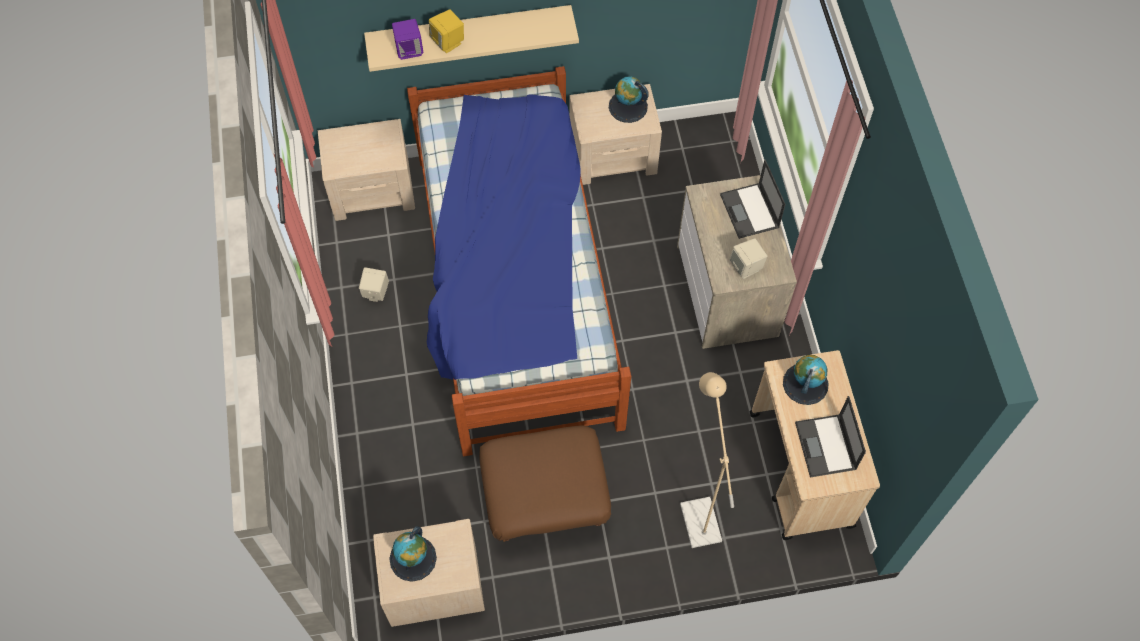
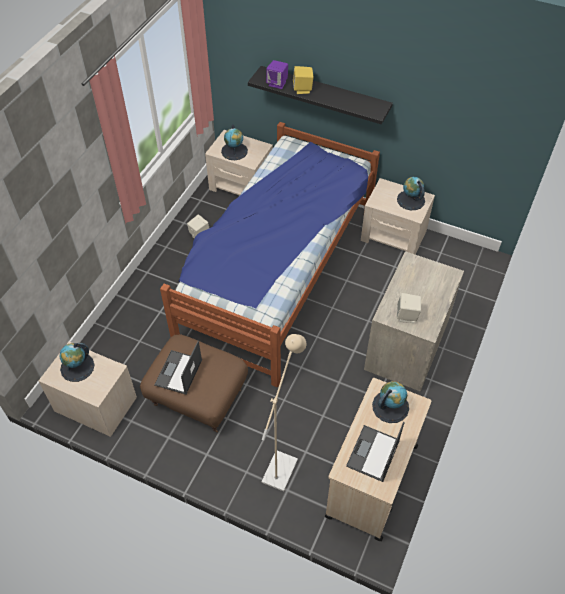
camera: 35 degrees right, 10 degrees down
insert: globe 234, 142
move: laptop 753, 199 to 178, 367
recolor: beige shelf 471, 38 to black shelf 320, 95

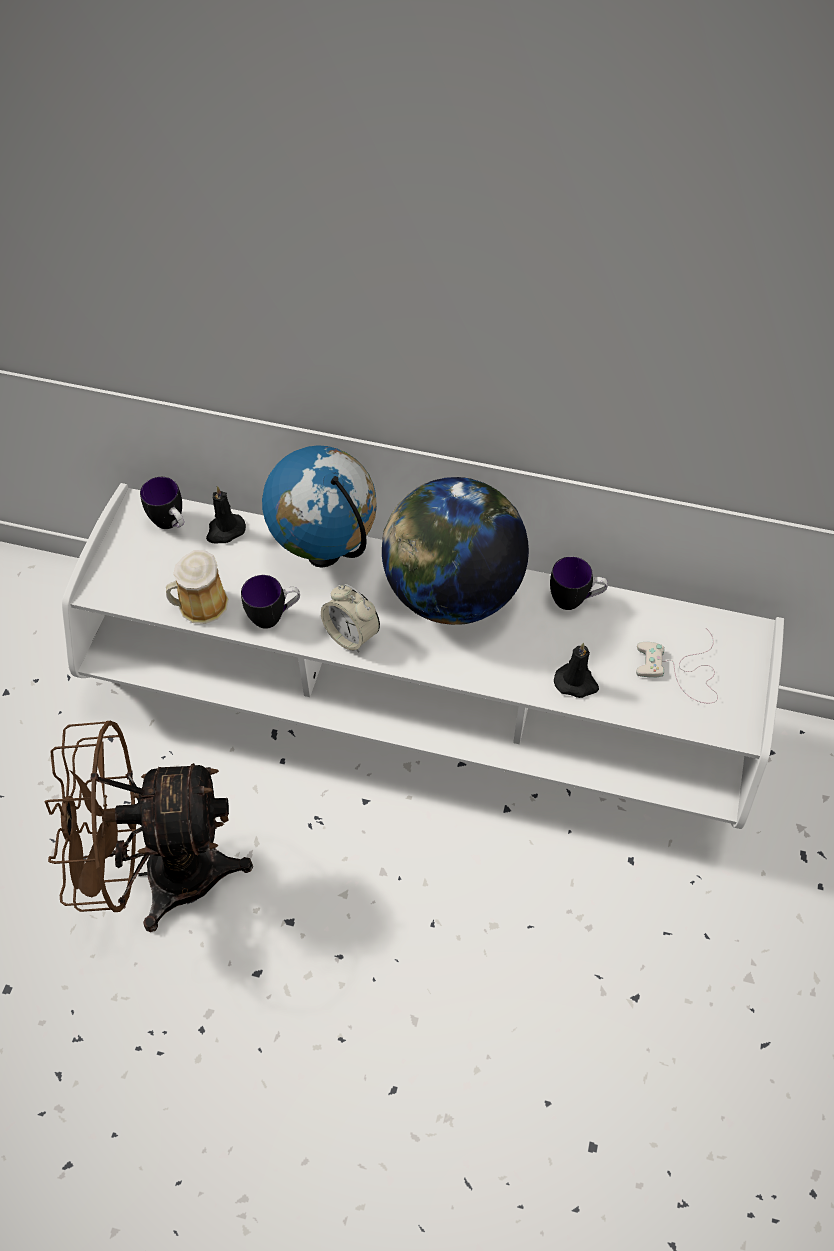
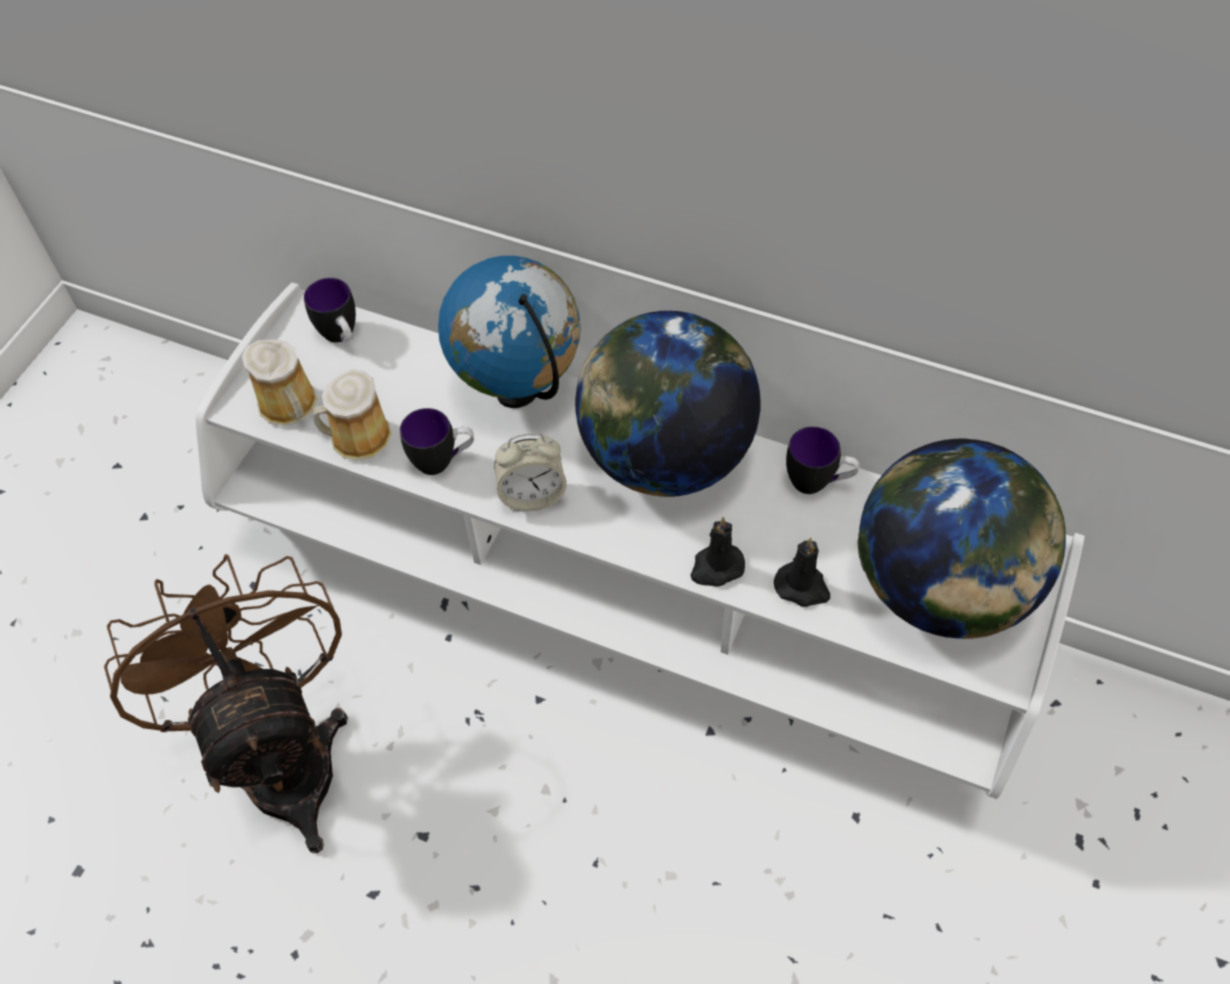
camera: 10 degrees right, 0 degrees up
insert: mug 280, 382
move: black candle 226, 515 to 718, 552
replace: white game controller 677, 665 to globe 961, 538
rotate: brown fan 148, 826 = 226, 703 60 degrees clockwise; alarm clock 350, 618 = 530, 472 60 degrees counterclockwise

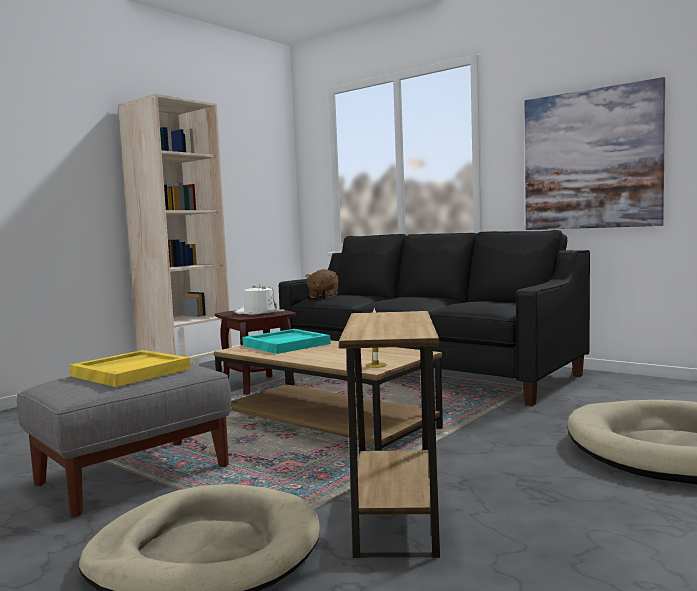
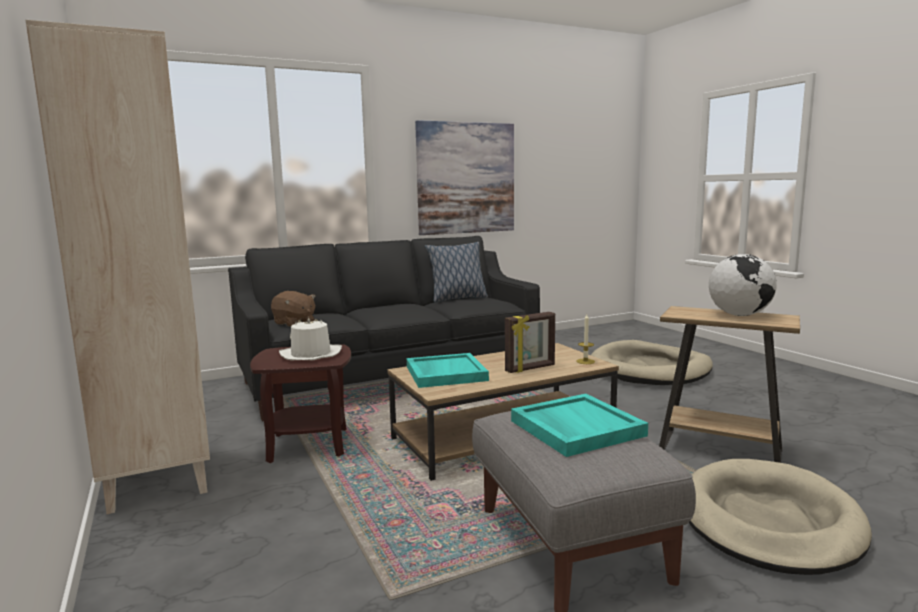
camera: 65 degrees left, 5 degrees up
insert: pillow 456, 272; picture frame 530, 342; globe 743, 285
recolor: yellow tray 130, 368 to turquoise tray 579, 425

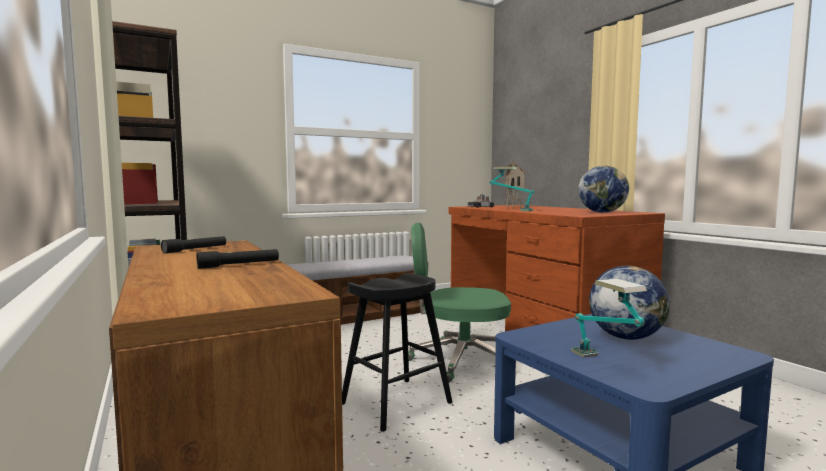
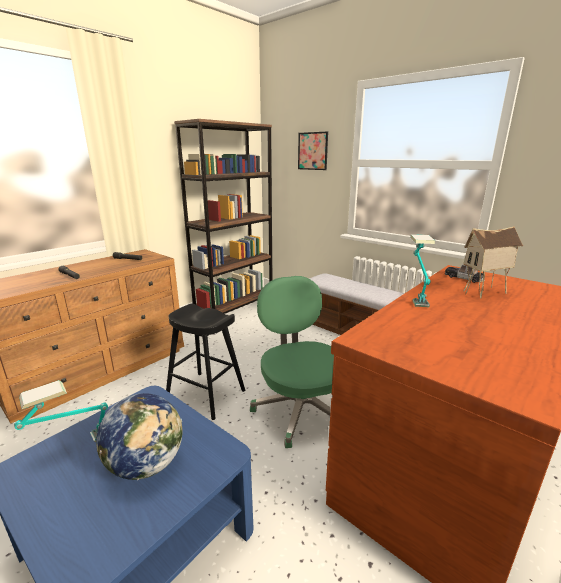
camera: 70 degrees right, 15 degrees up
delete: globe 603, 189
insert: picture 313, 151

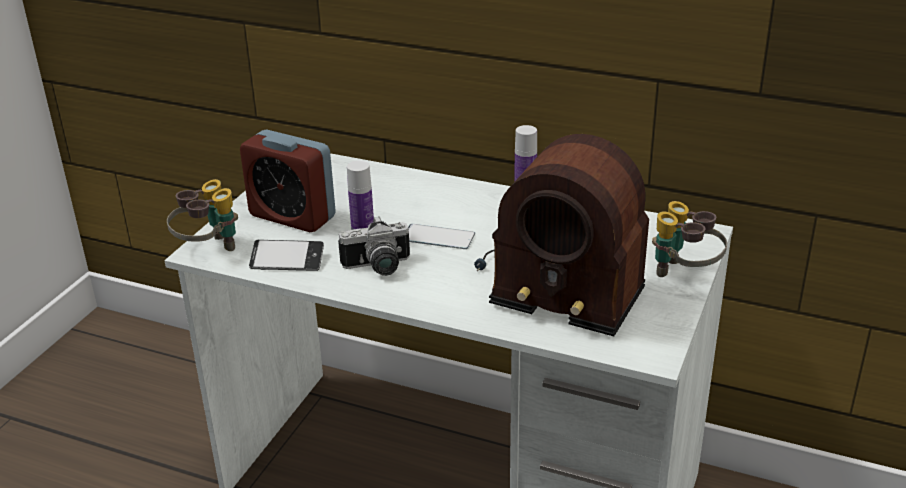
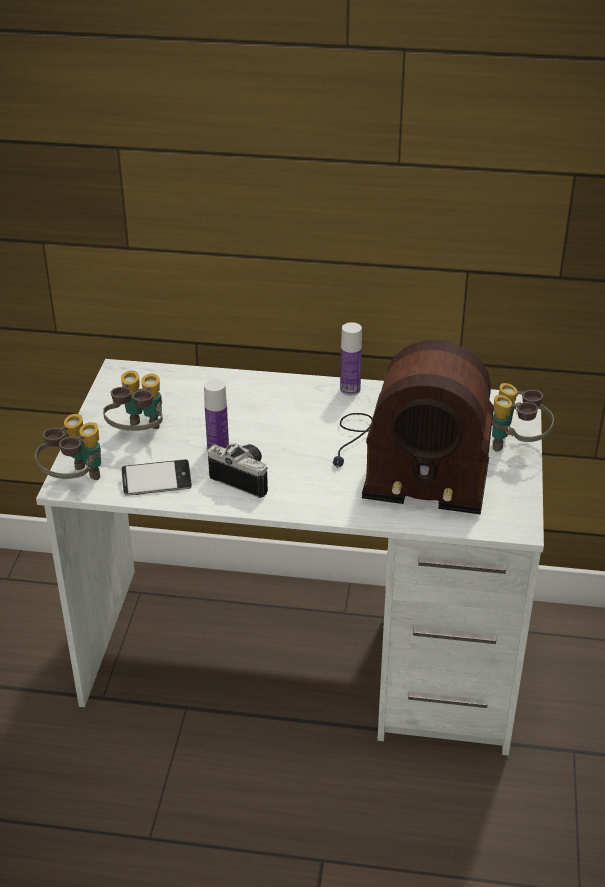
camera: 15 degrees left, 5 degrees up
delete: phone 441, 236
replace: alarm clock 288, 181 to binoculars 133, 401
rotate: photo camera 374, 246 = 238, 470 120 degrees counterclockwise

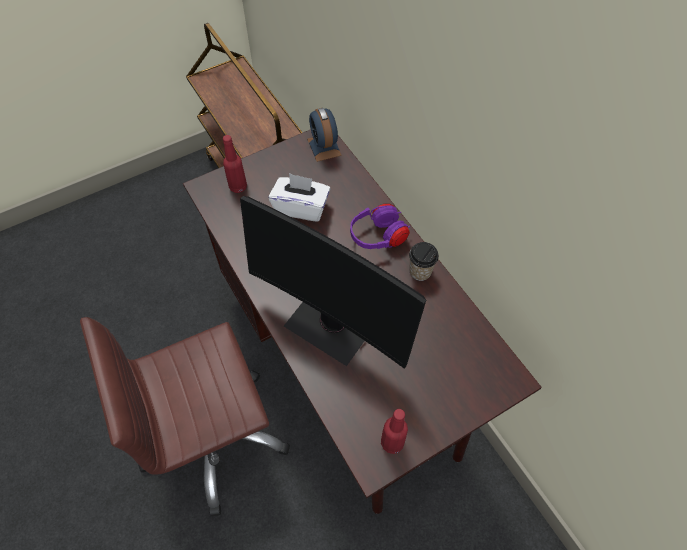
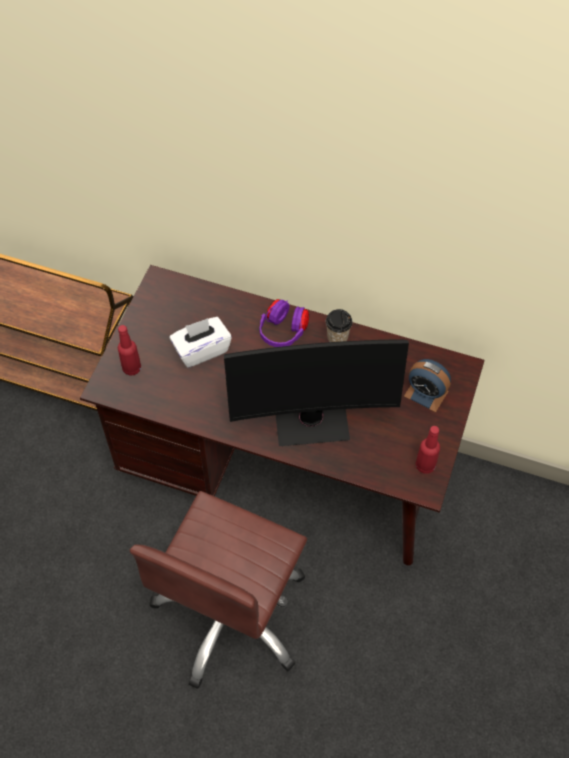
camera: 40 degrees left, 0 degrees up
move: alarm clock 324, 135 to 427, 385

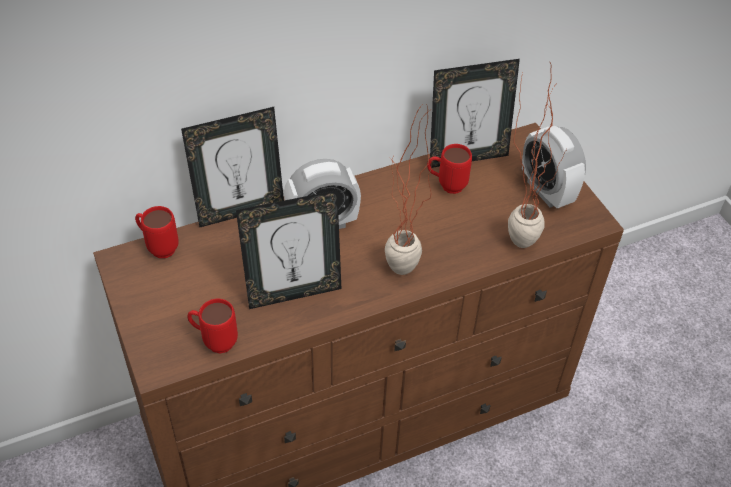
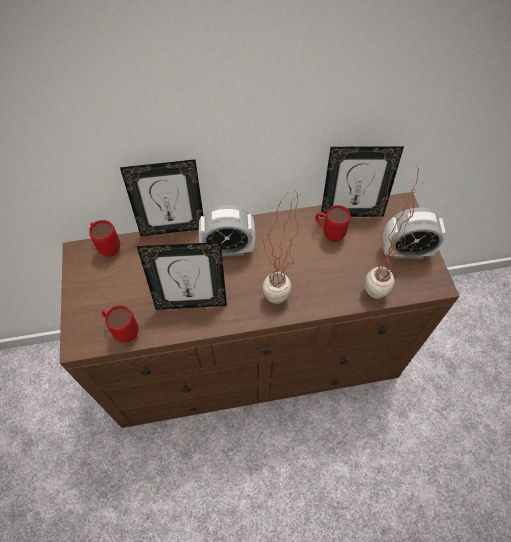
camera: 15 degrees right, 10 degrees up
rotate: alarm clock 554, 167 = 414, 233 75 degrees counterclockwise

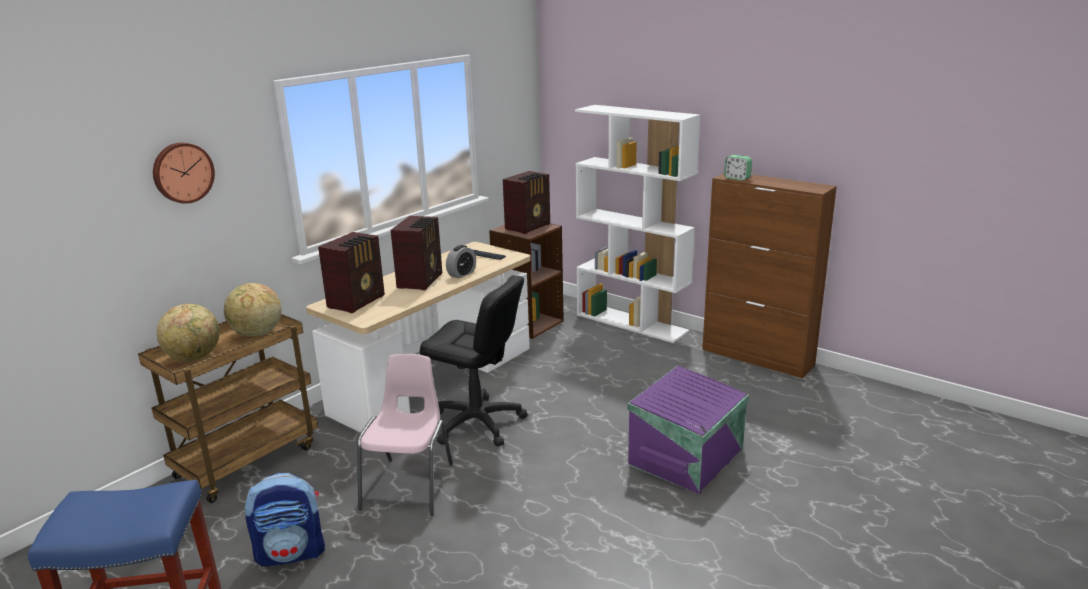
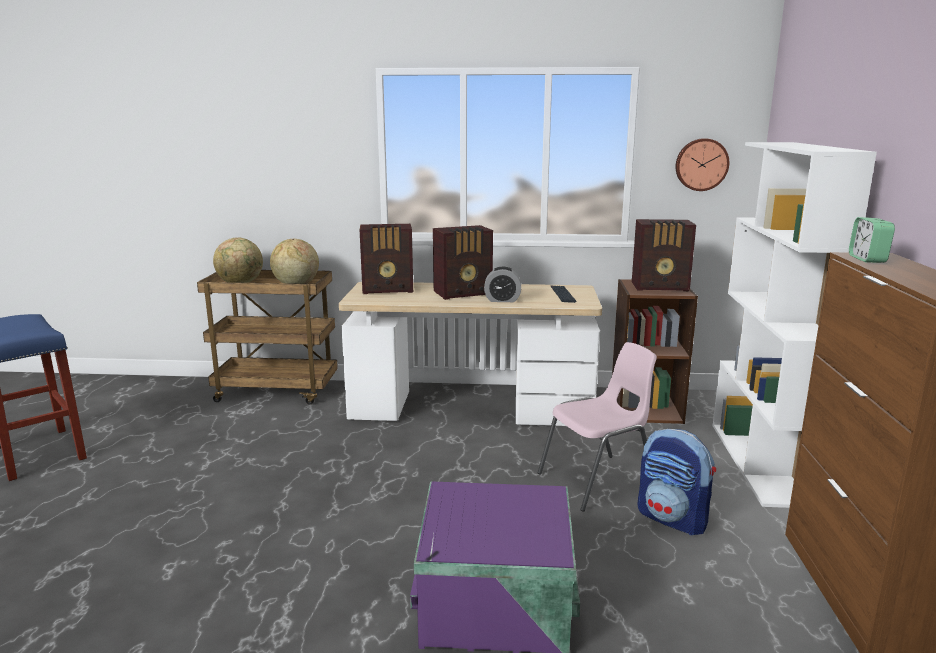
camera: 55 degrees right, 5 degrees down
delete: black office chair 474, 360
move: pink chair 405, 434 to 597, 427; backpack 285, 519 to 676, 482; wall clock 184, 173 to 702, 164

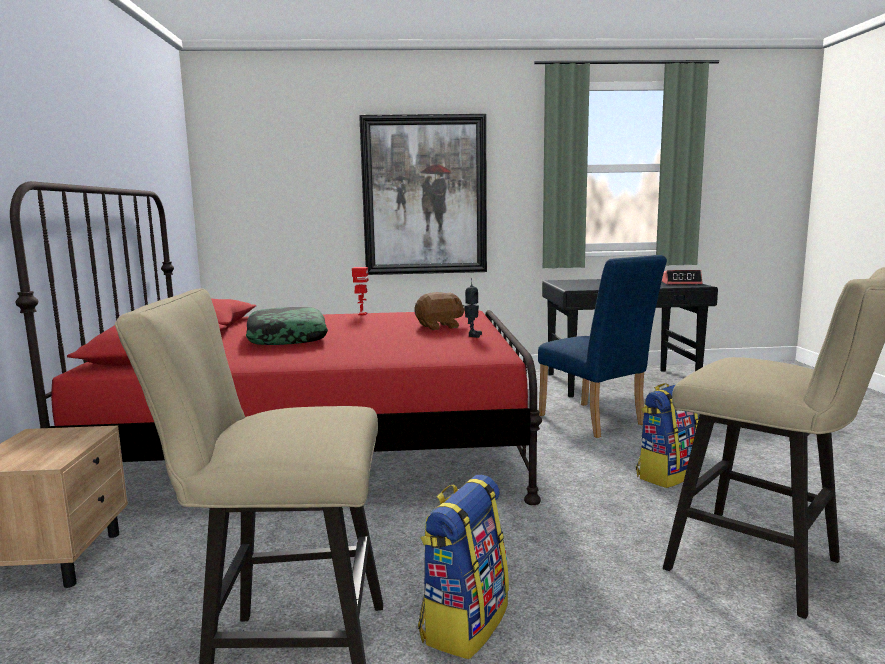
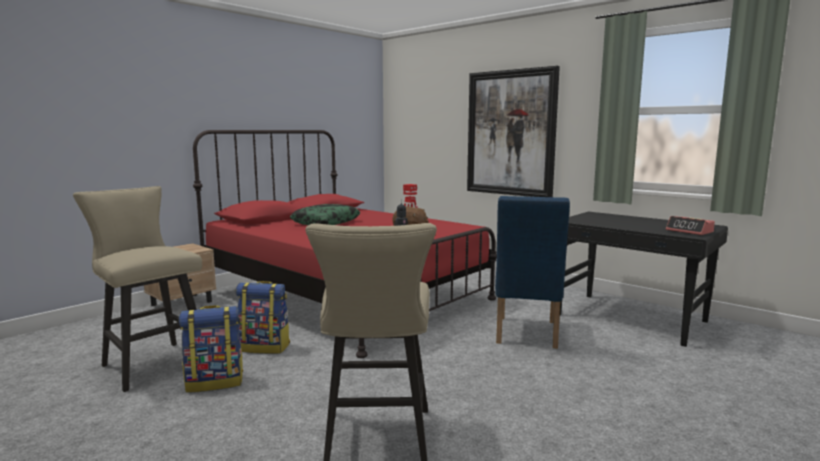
camera: 45 degrees right, 0 degrees up
move: backpack 667, 435 to 263, 317

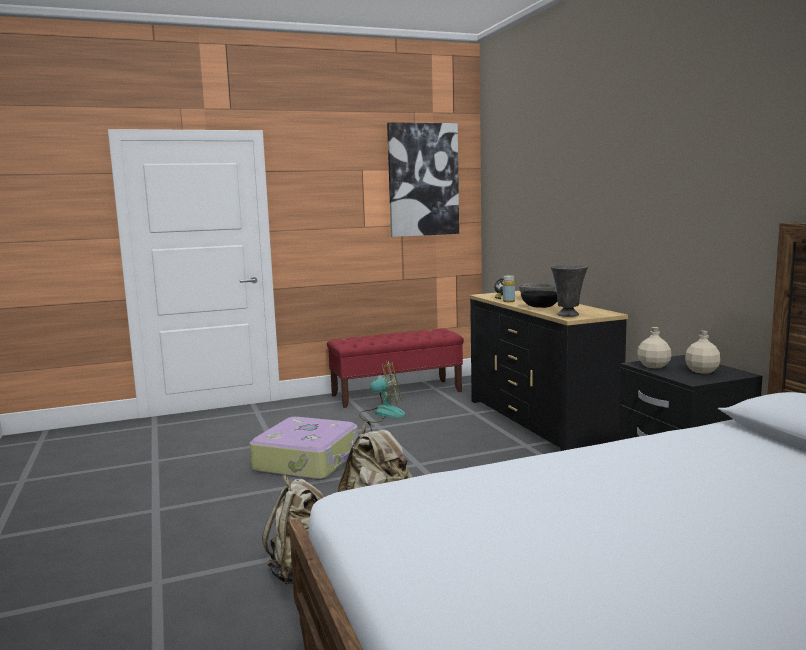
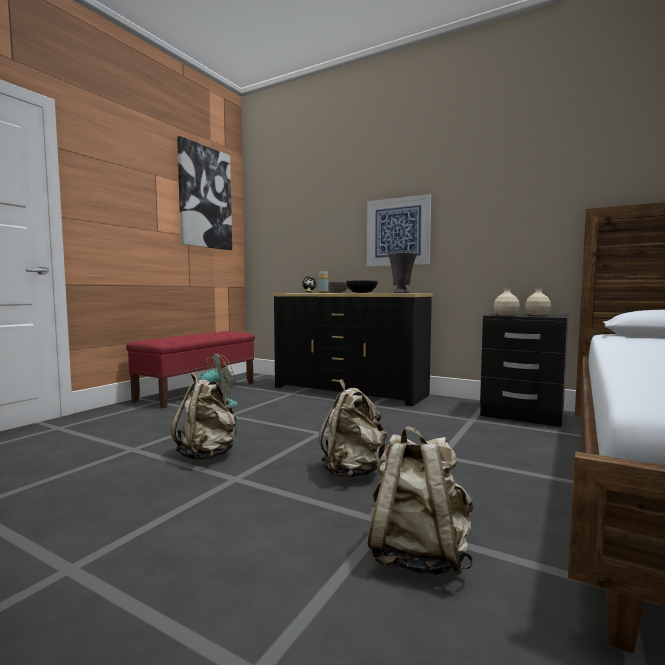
camera: 40 degrees left, 5 degrees down
insert: picture 399, 230
replace: suitcase 304, 448 to beige backpack 204, 416

